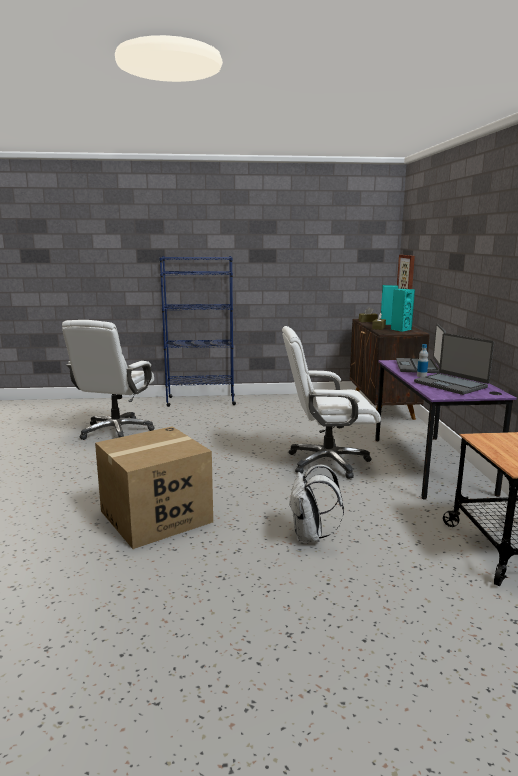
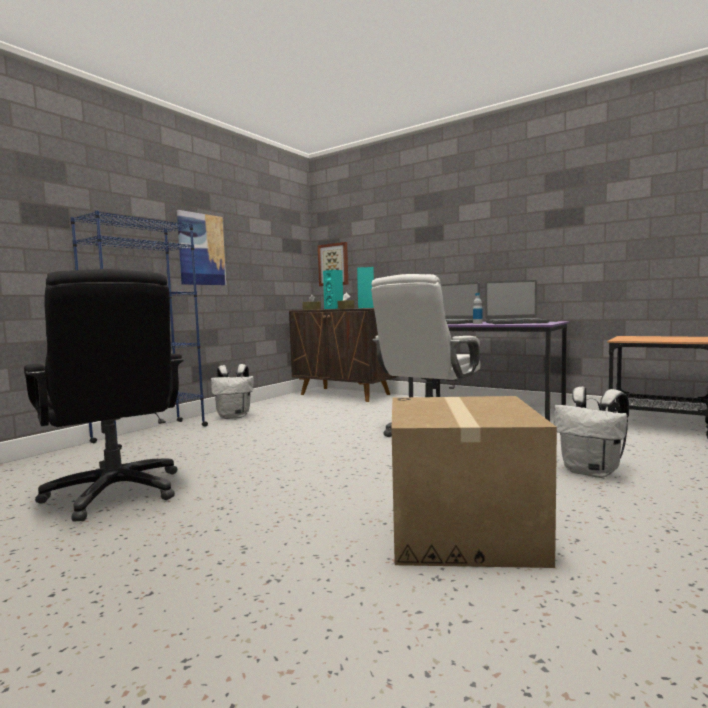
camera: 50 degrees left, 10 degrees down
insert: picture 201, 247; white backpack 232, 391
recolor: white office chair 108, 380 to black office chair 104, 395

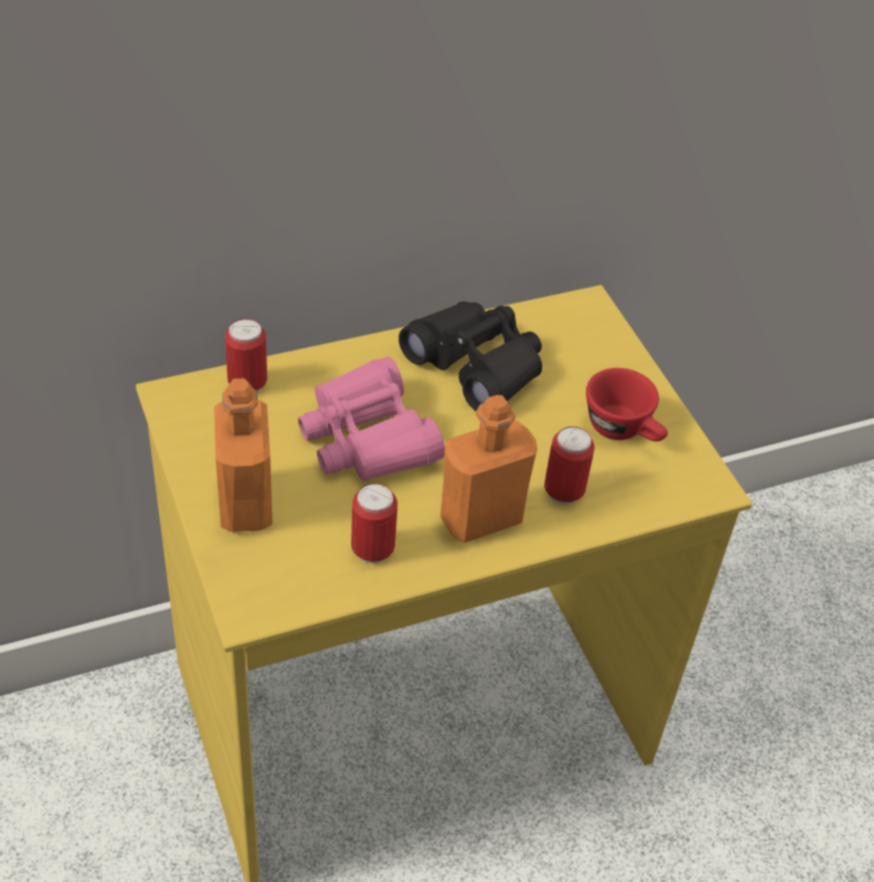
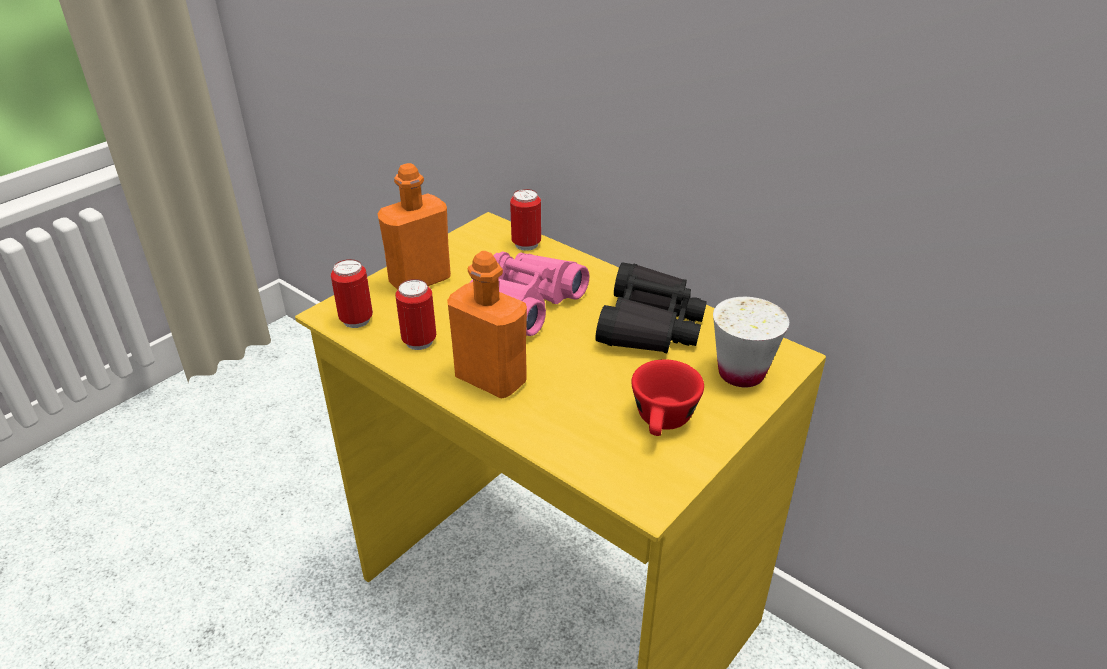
camera: 65 degrees right, 10 degrees down
insert: white cup 751, 342
move: can 569, 465 to 352, 293

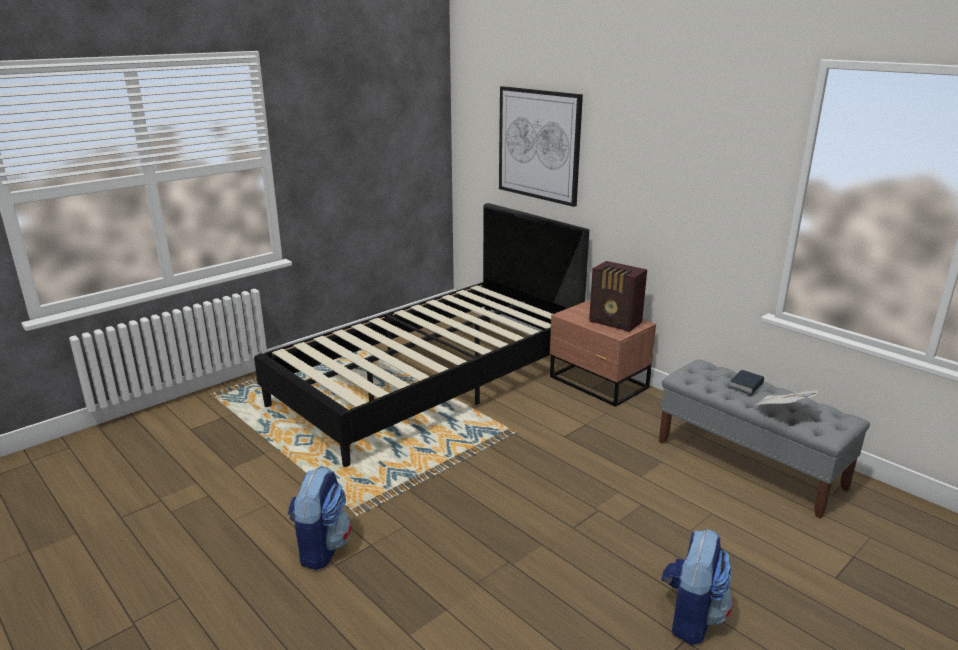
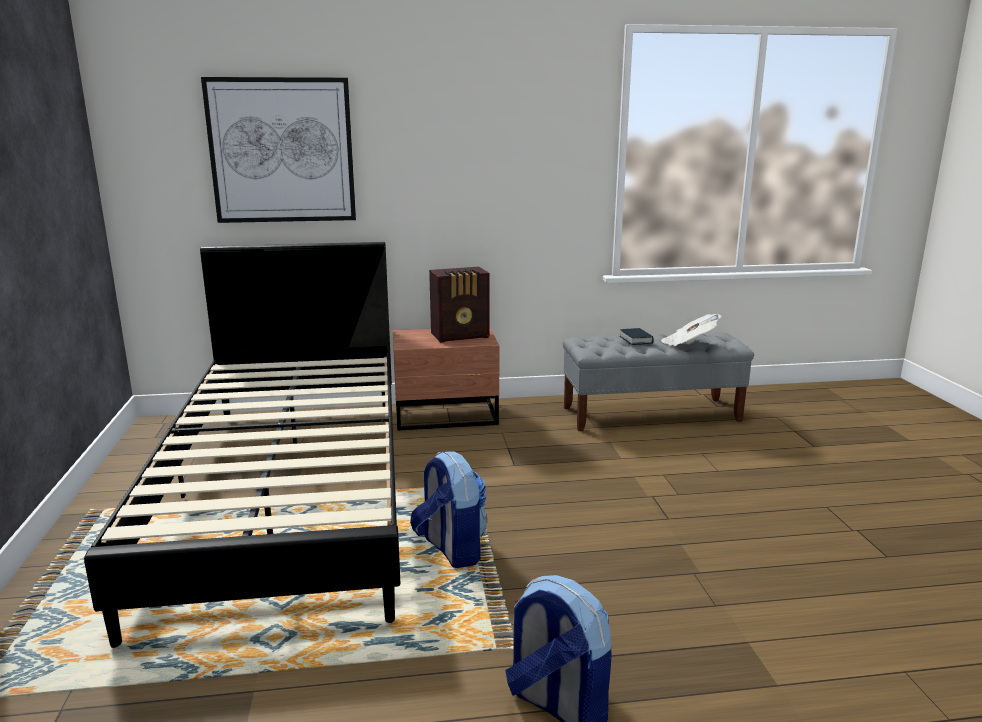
camera: 55 degrees left, 5 degrees down
move: backpack 697, 587 to 448, 509

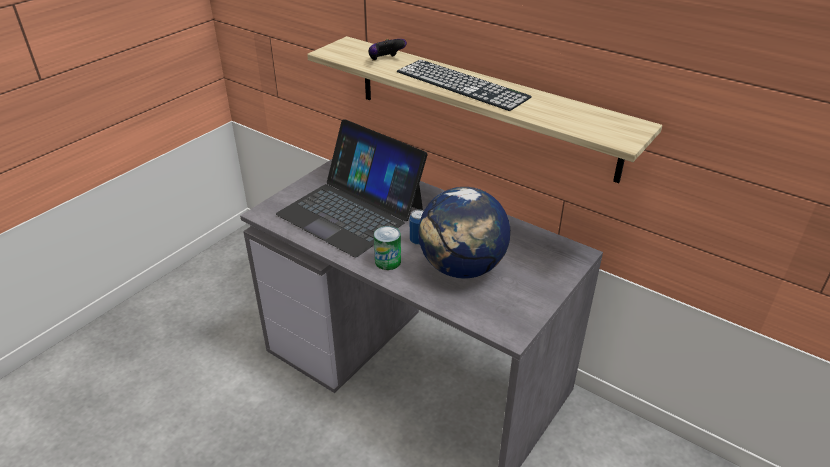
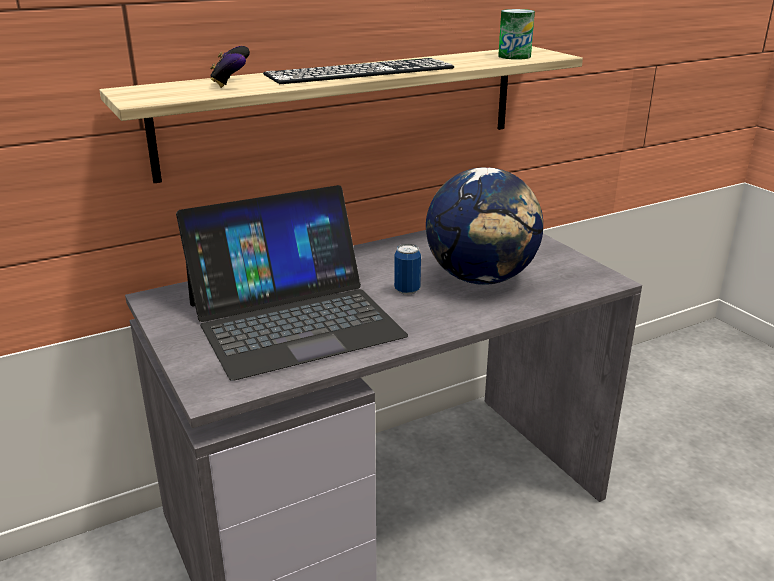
camera: 65 degrees left, 10 degrees down
move: can 387, 248 to 516, 34

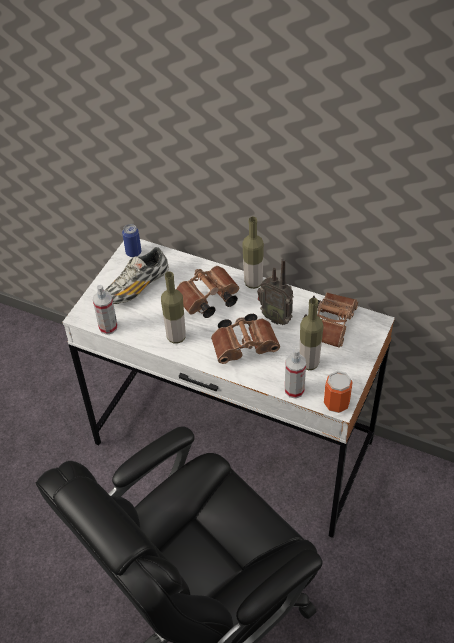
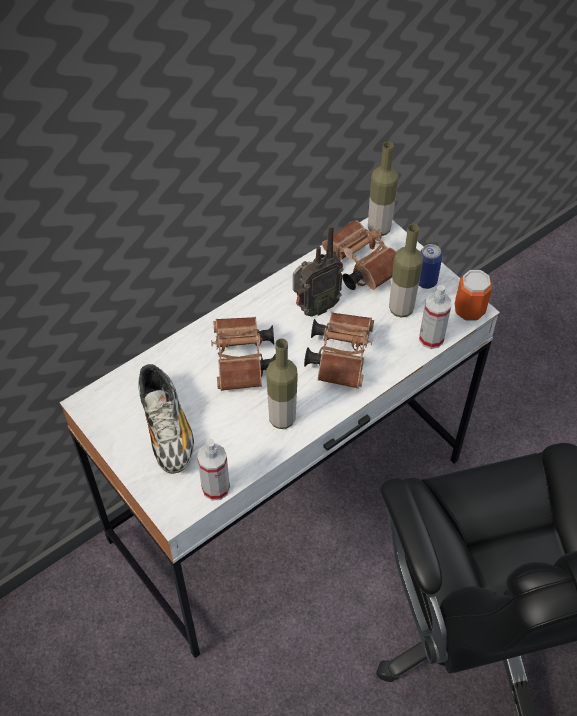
camera: 65 degrees left, 5 degrees up
move: bottle 253, 253 to 383, 189; can 131, 240 to 430, 266

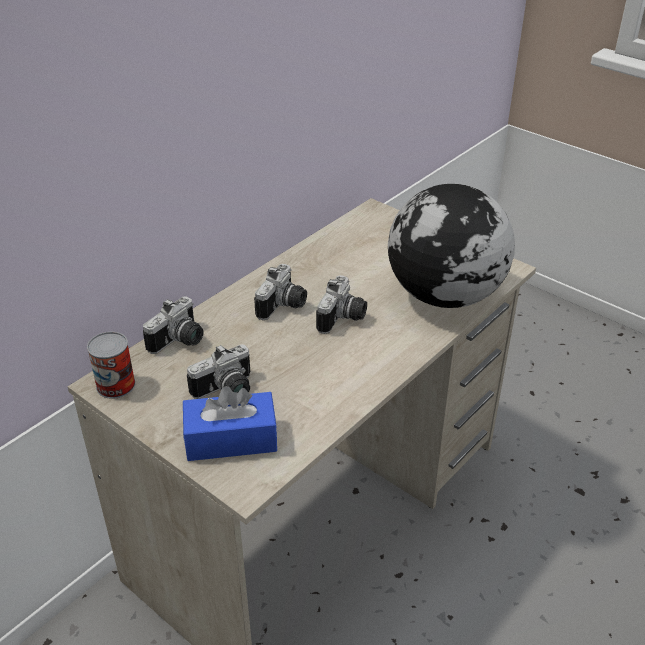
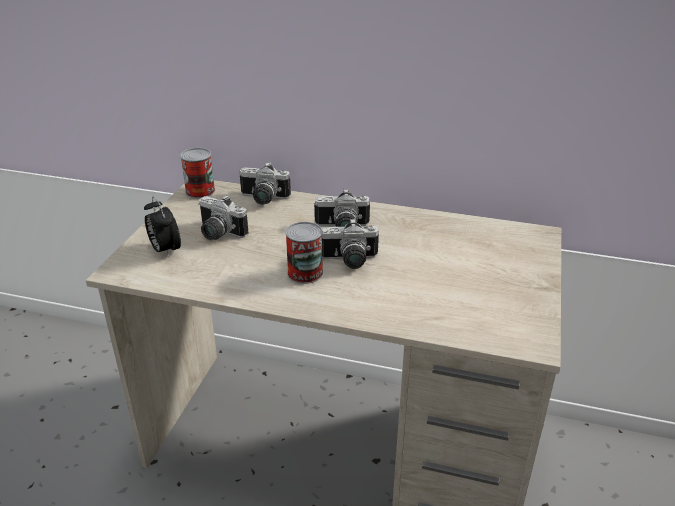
camera: 65 degrees right, 5 degrees down
delete: globe 451, 246
insert: can 304, 253
replace: blue tissue box 230, 423 to alarm clock 162, 227

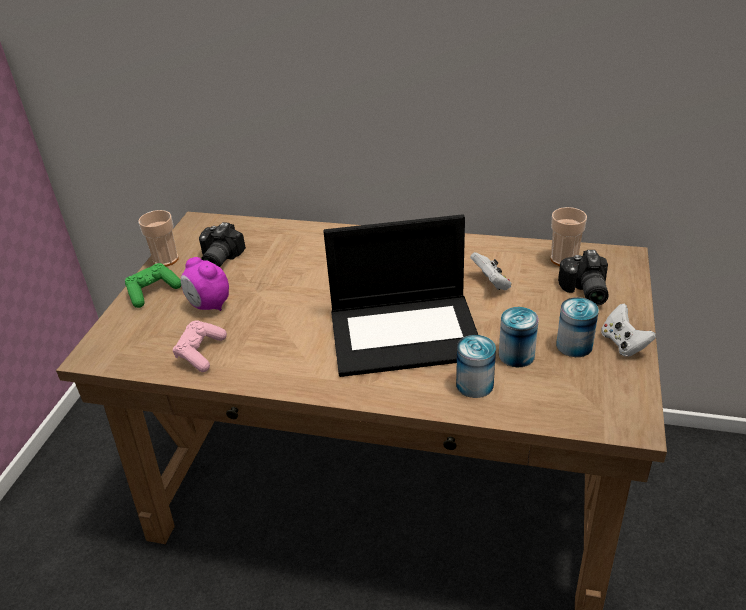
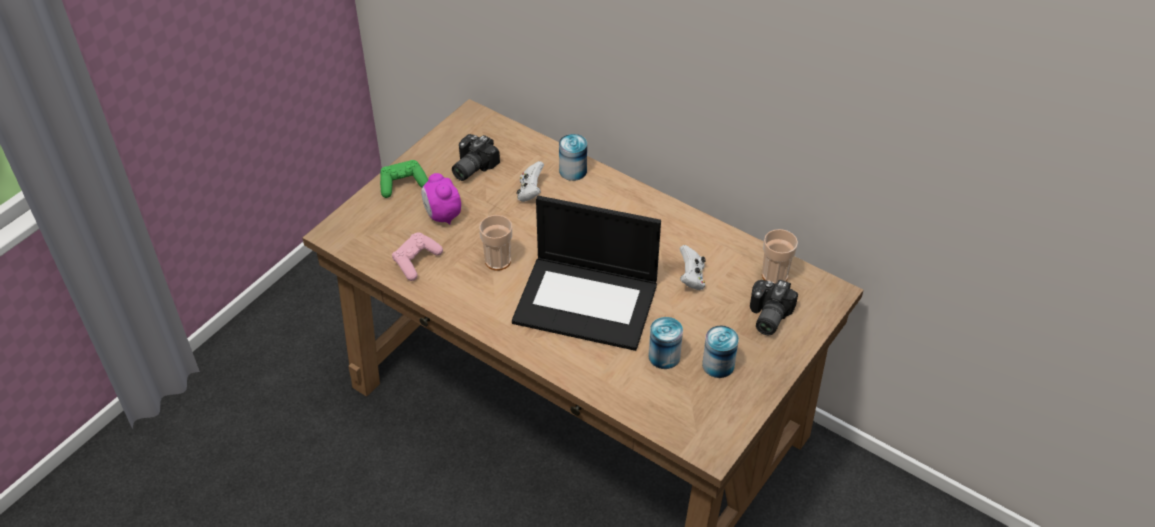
camera: 20 degrees right, 10 degrees up
move: cup 158, 238 to 495, 243; white game controller 628, 330 to 530, 181; can 476, 366 to 573, 157

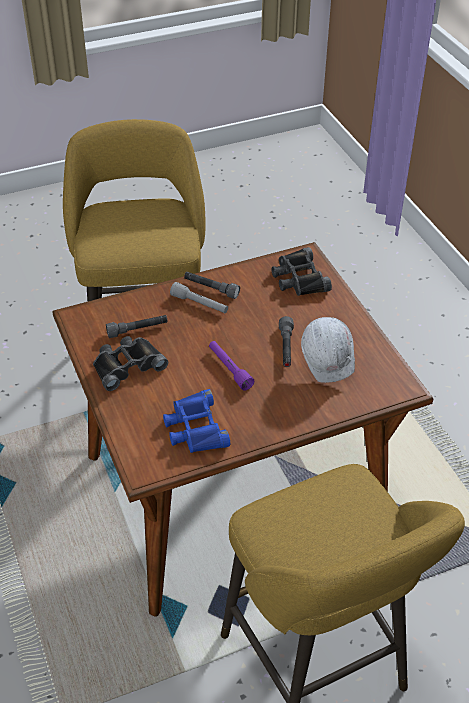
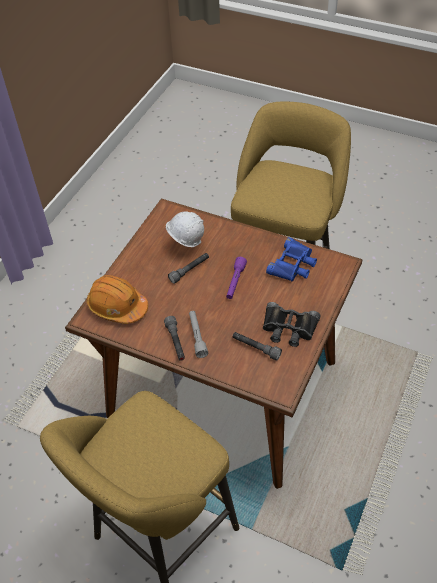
camera: 130 degrees left, 5 degrees up
replace: black binoculars 302, 271 to orange hard hat 117, 299

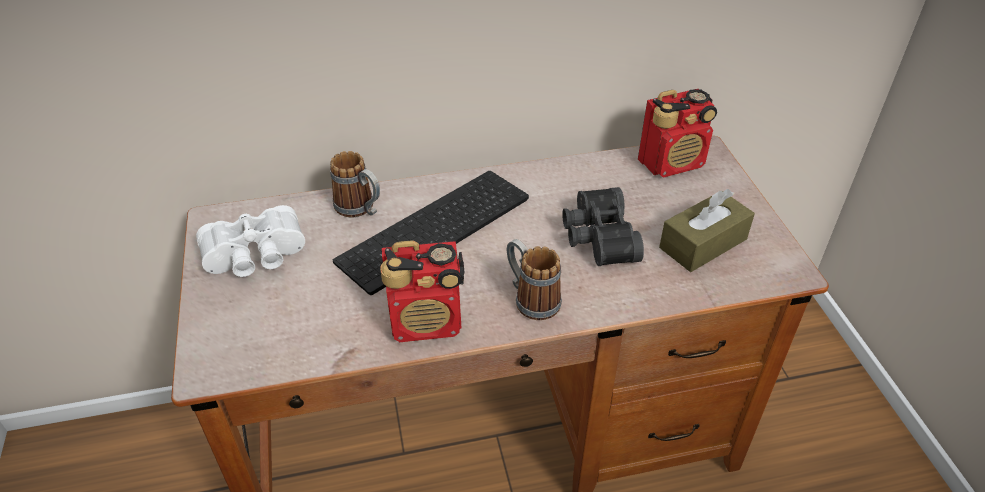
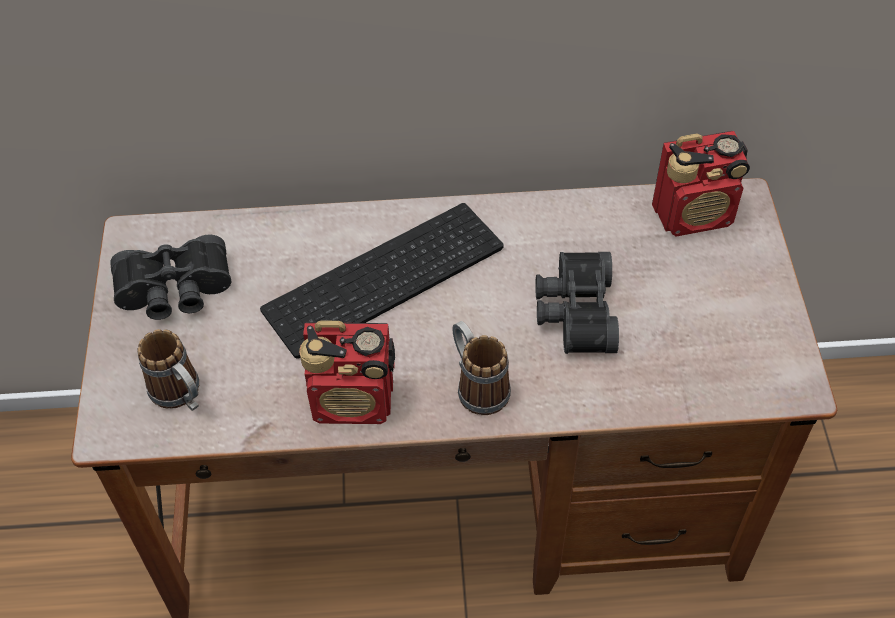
camera: 10 degrees right, 10 degrees up
delete: brown tissue box 707, 230
move: mug 355, 184 to 168, 370
recolor: white binoculars 250, 241 to black binoculars 170, 277

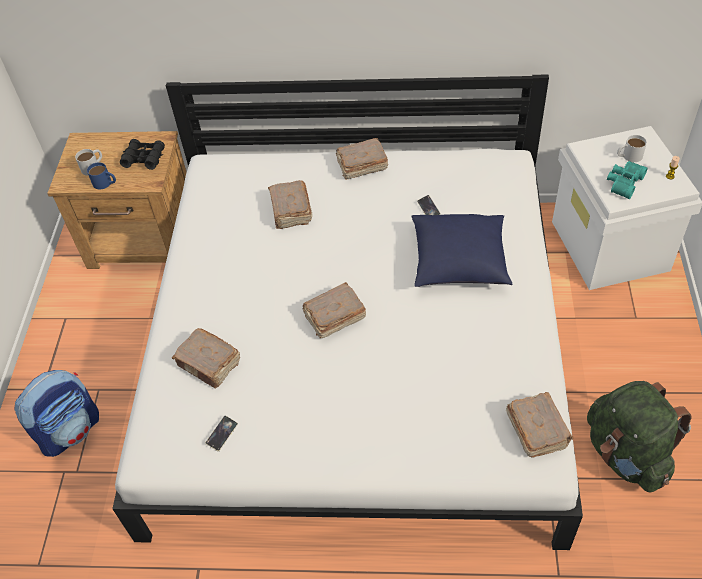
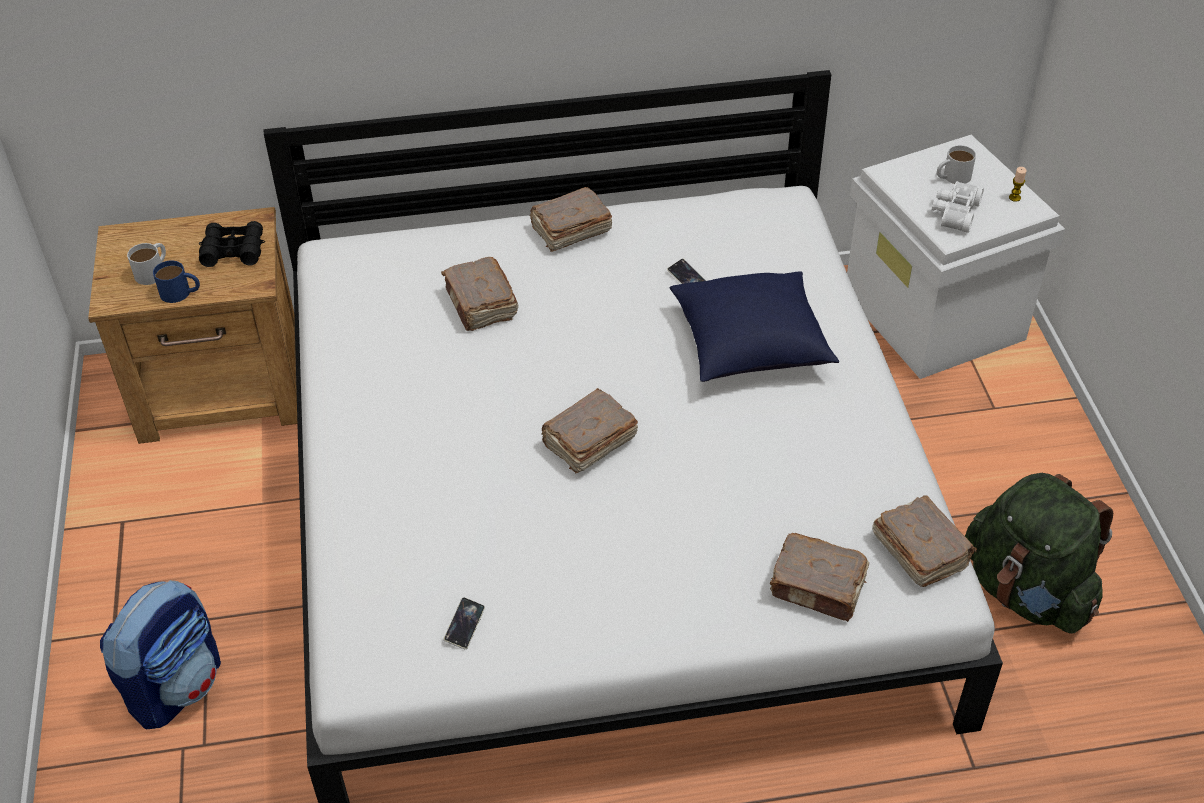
camera: 15 degrees left, 5 degrees down
move: brown book 206, 358 to 819, 577
recolor: turquoise binoculars 627, 180 to white binoculars 958, 207

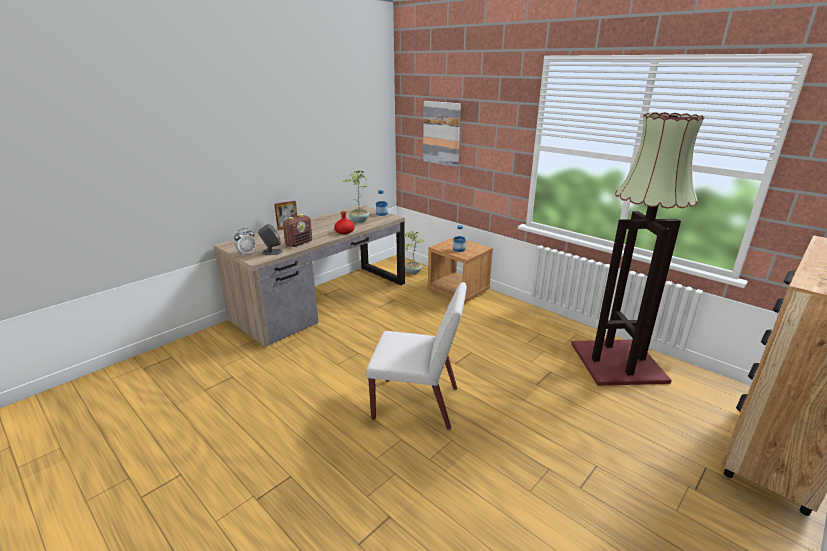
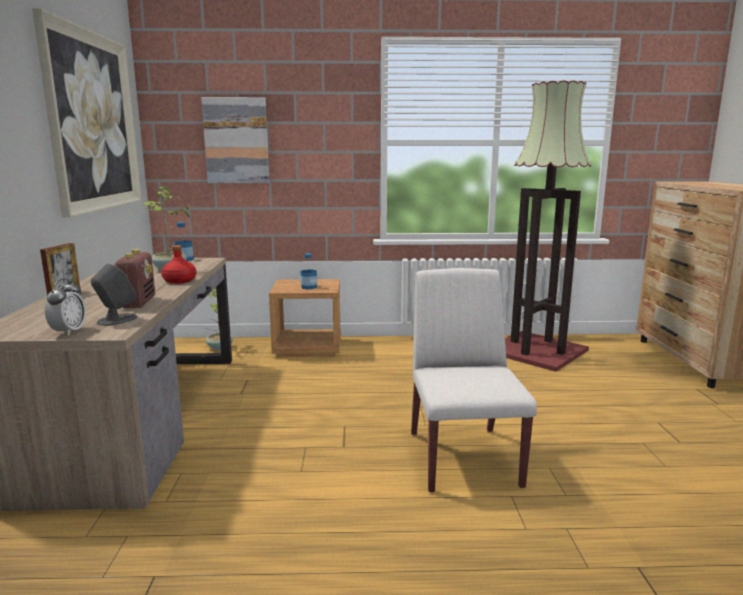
camera: 45 degrees left, 10 degrees down
insert: picture 87, 113
rotate: white chair 416, 356 = 474, 380 60 degrees counterclockwise

